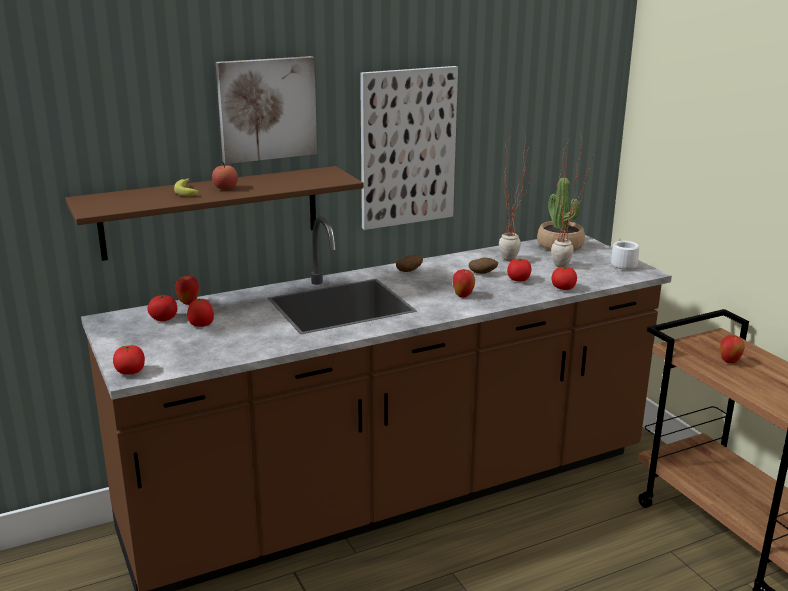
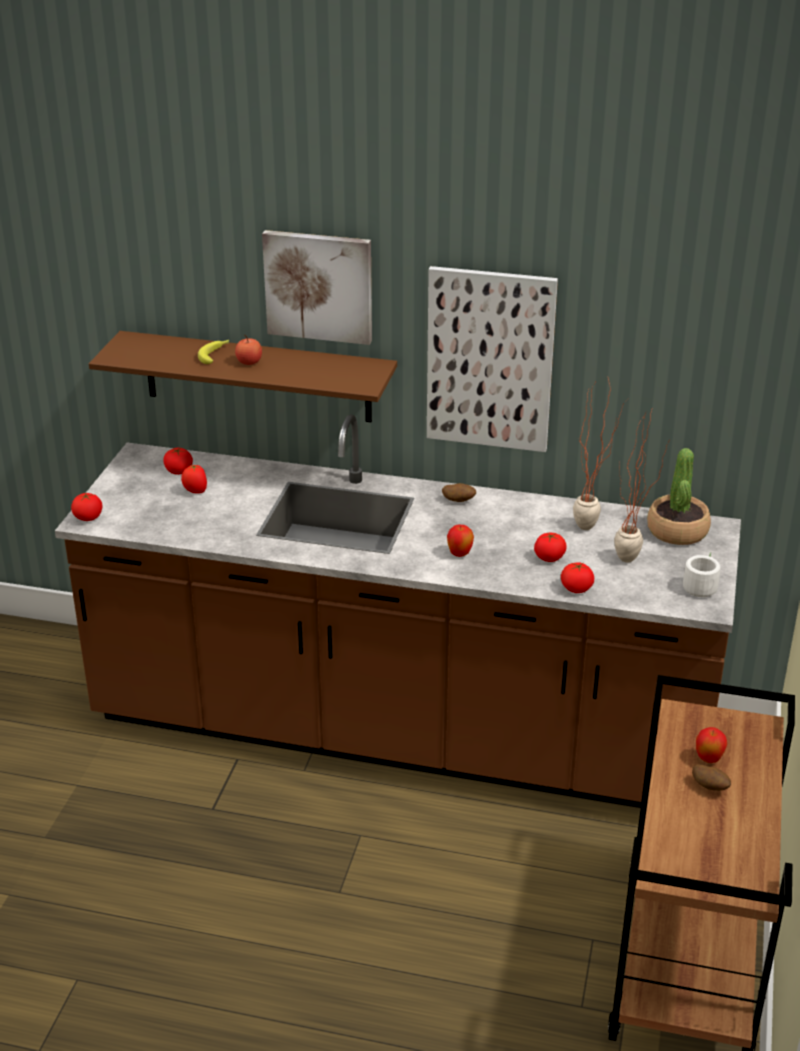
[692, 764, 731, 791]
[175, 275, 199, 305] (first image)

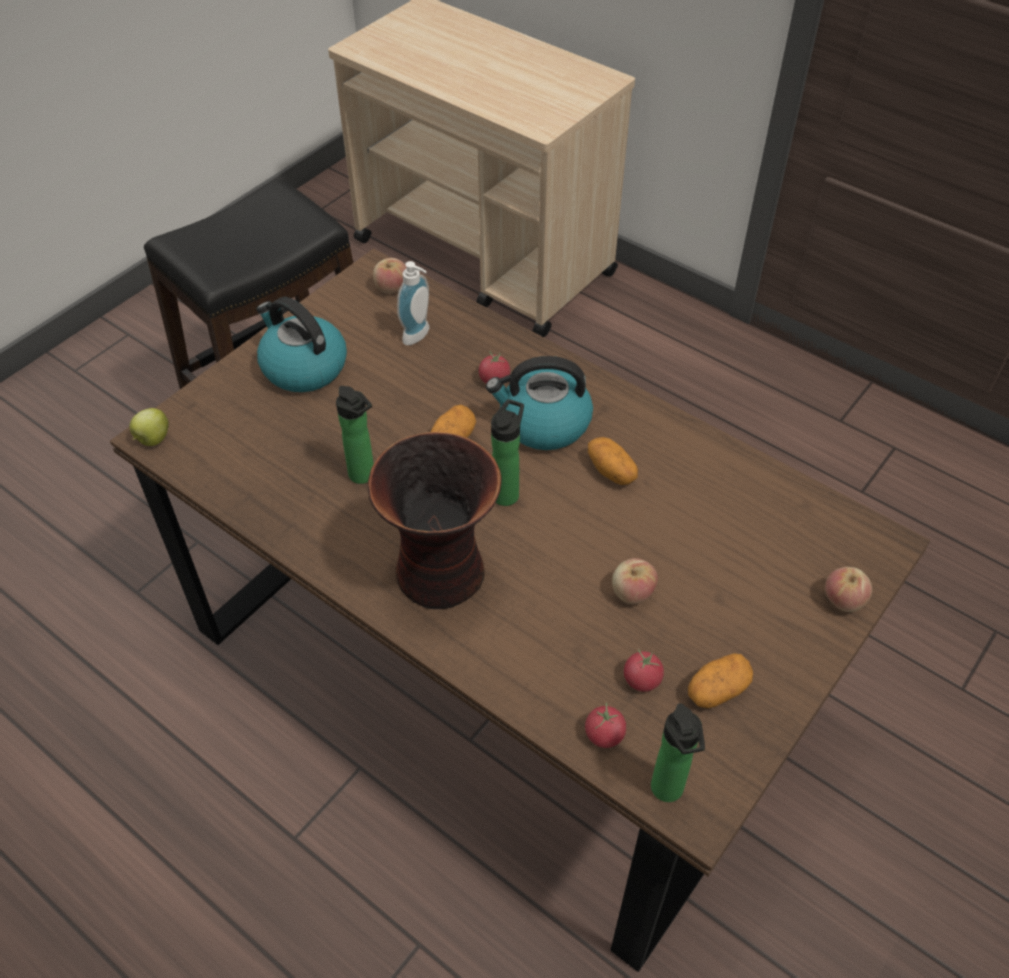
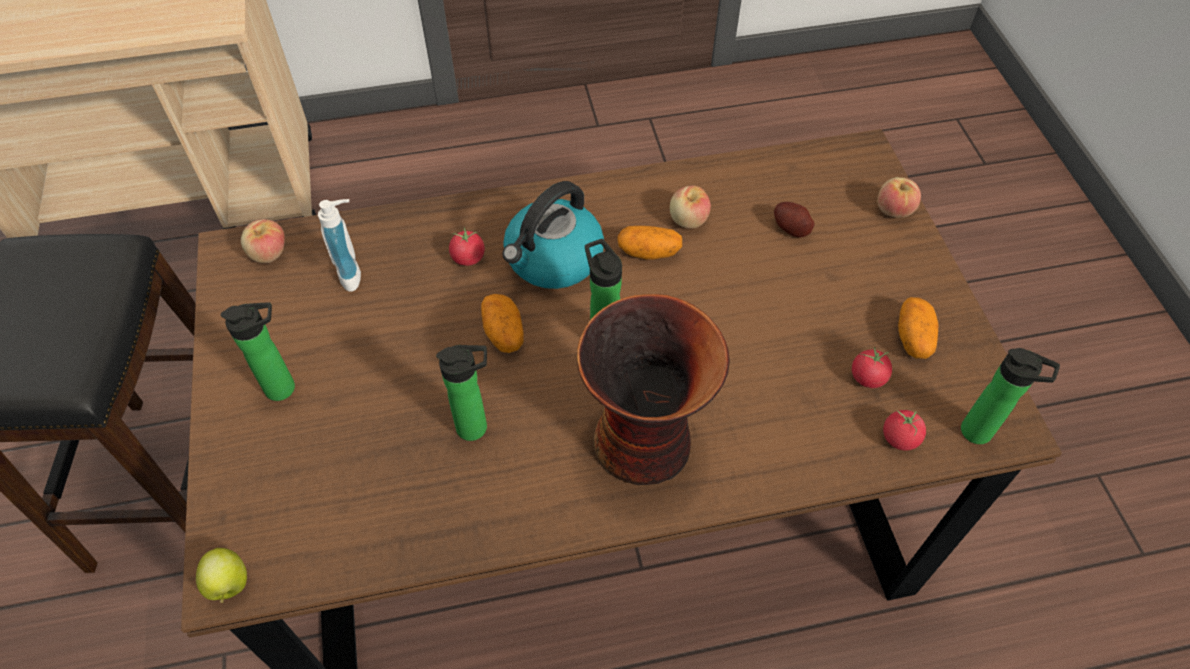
[220, 302, 295, 401]
[670, 186, 711, 229]
[774, 202, 815, 238]

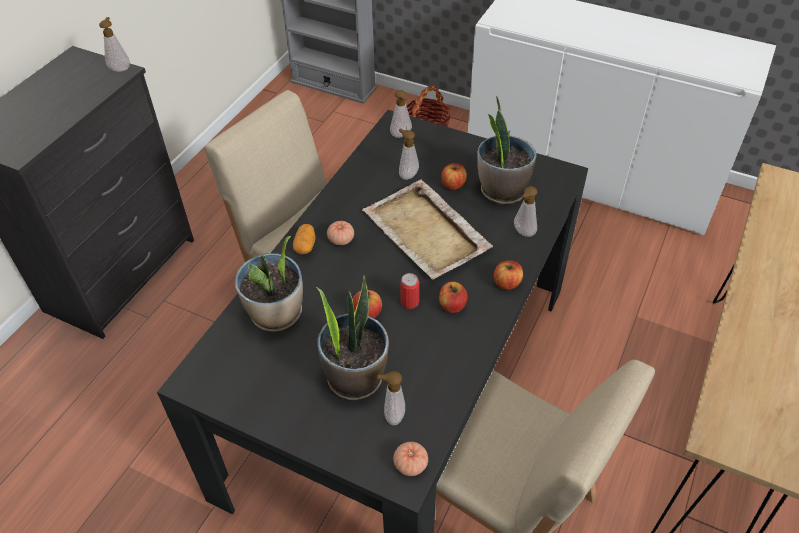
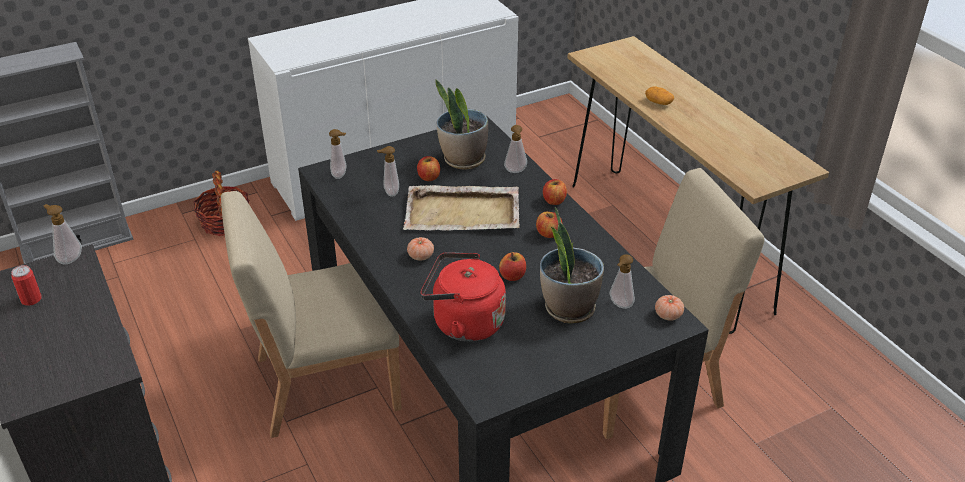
[11, 265, 42, 306]
[421, 252, 506, 342]
[645, 86, 674, 105]

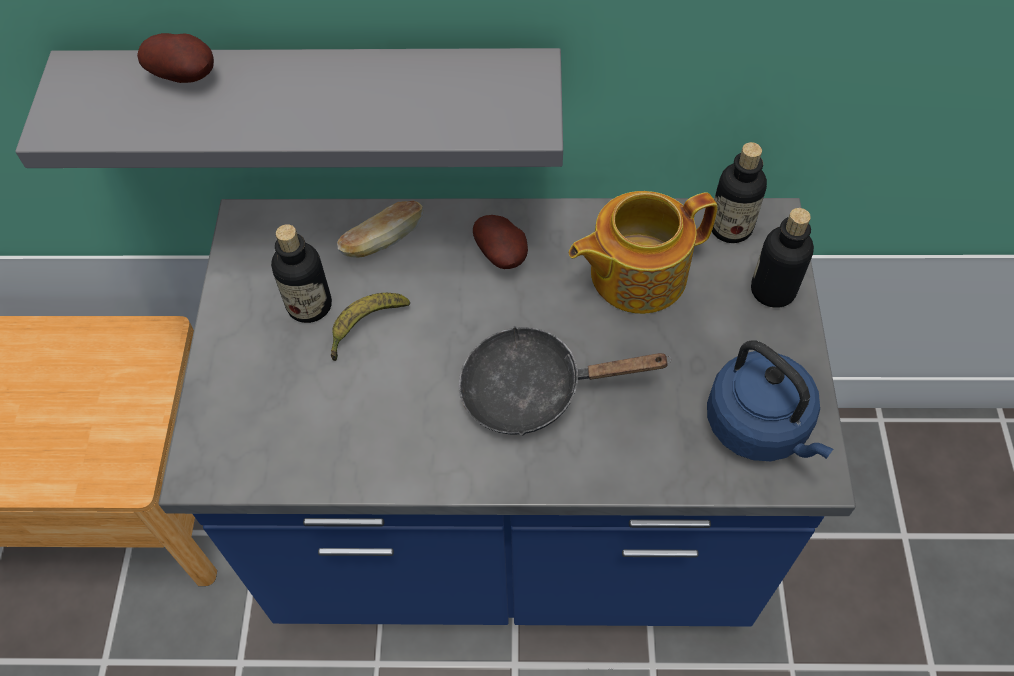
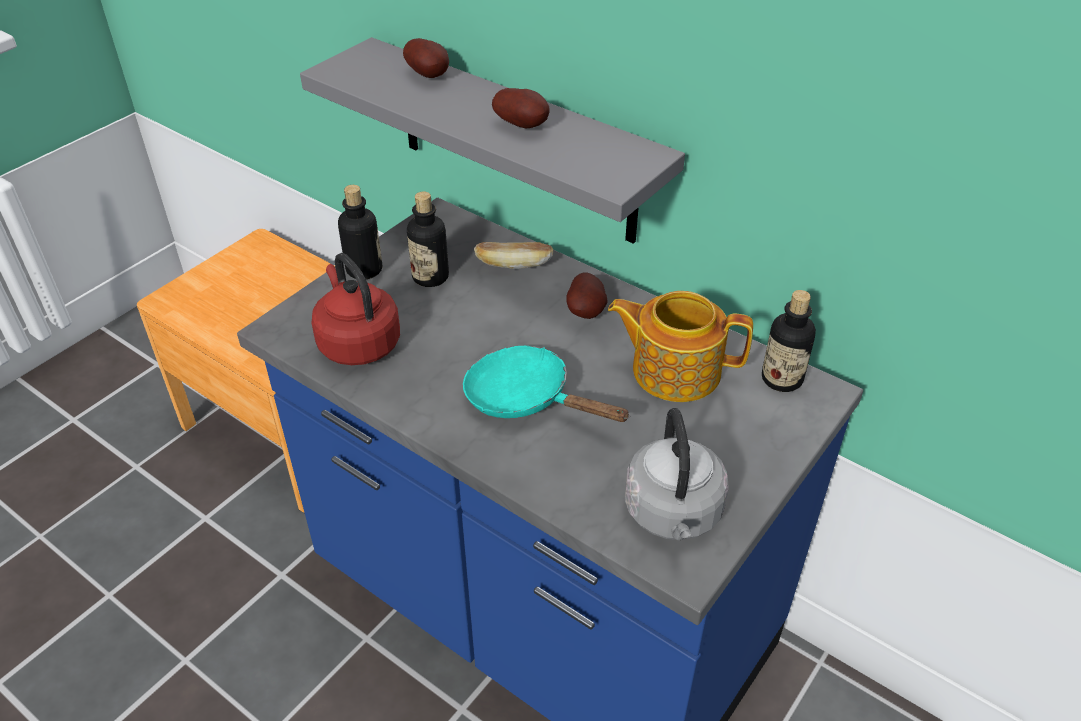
[312, 253, 400, 365]
[338, 185, 382, 279]
[463, 346, 630, 422]
[492, 88, 550, 129]
[625, 408, 729, 540]
[331, 293, 410, 361] (first image)

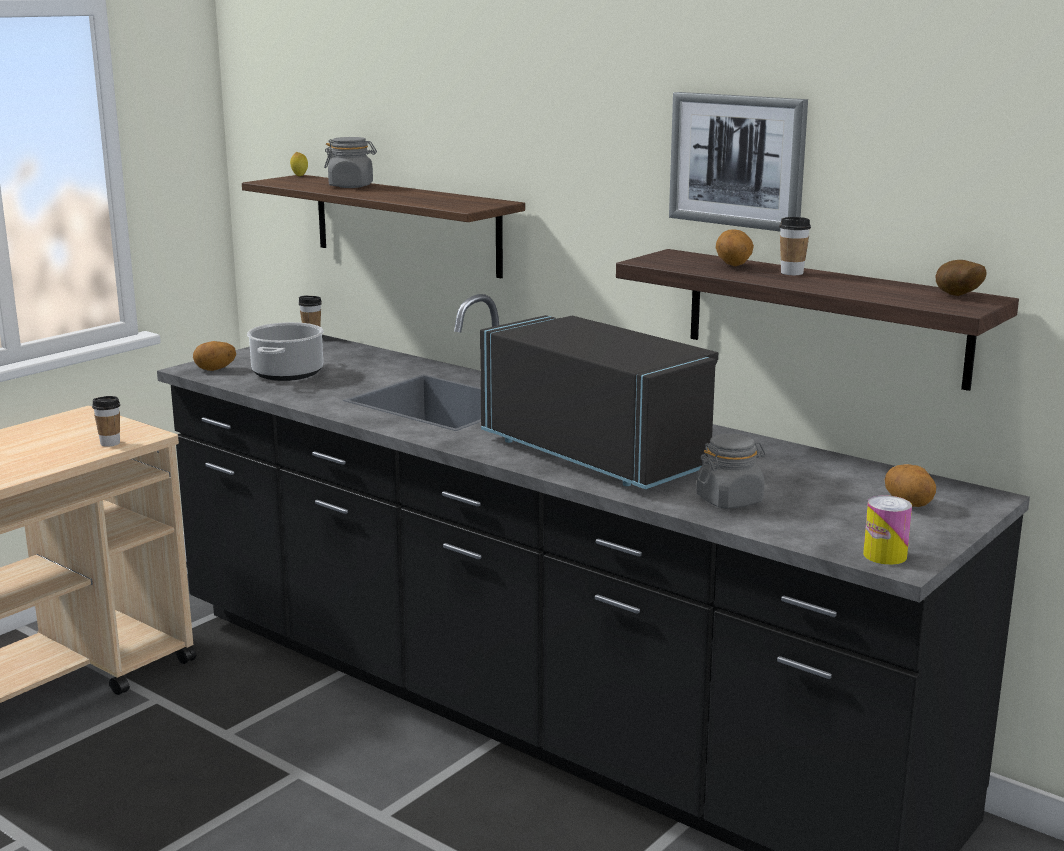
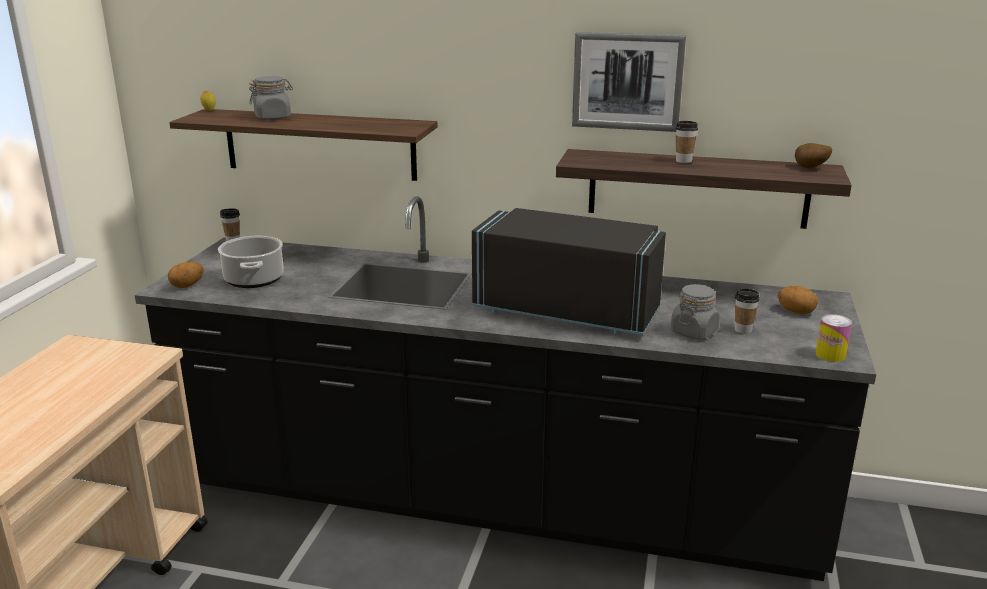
[735, 288, 760, 334]
[716, 229, 754, 267] (first image)

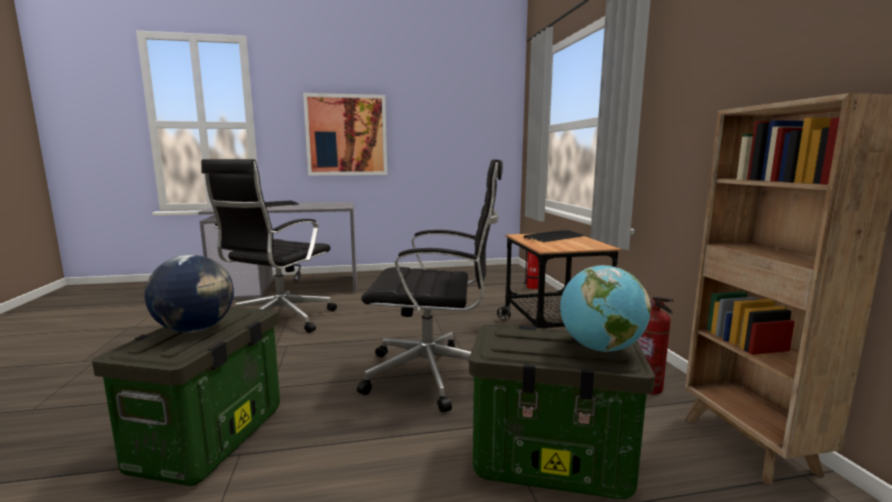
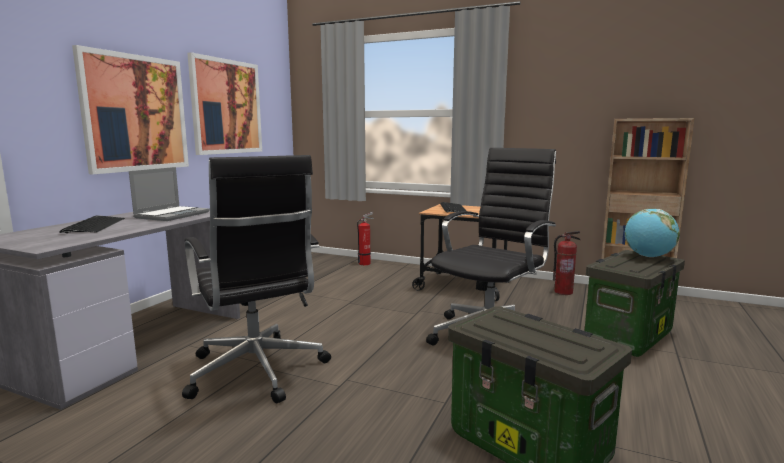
[129, 167, 210, 221]
[187, 52, 262, 155]
[145, 255, 234, 333] (first image)

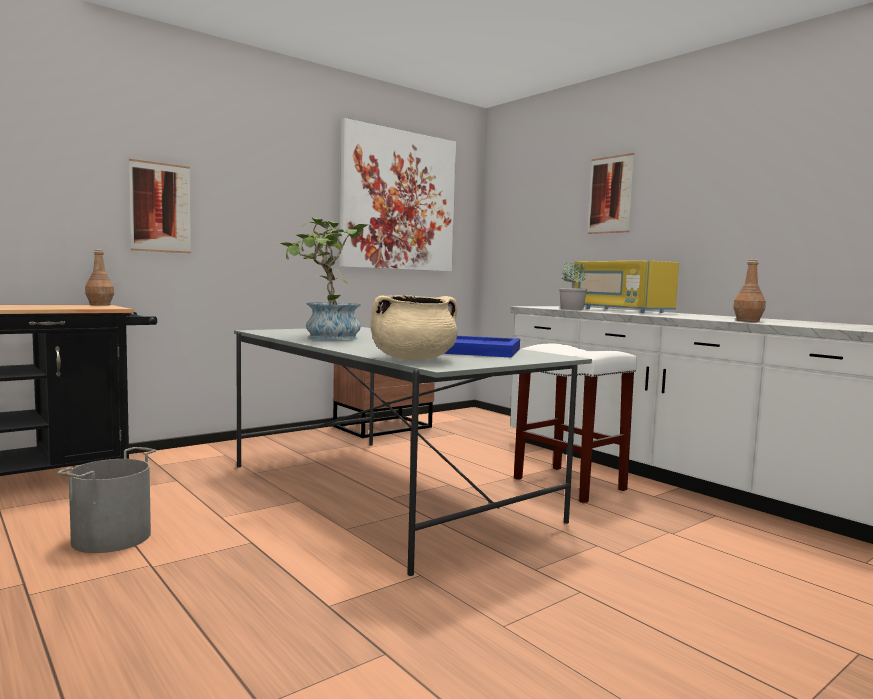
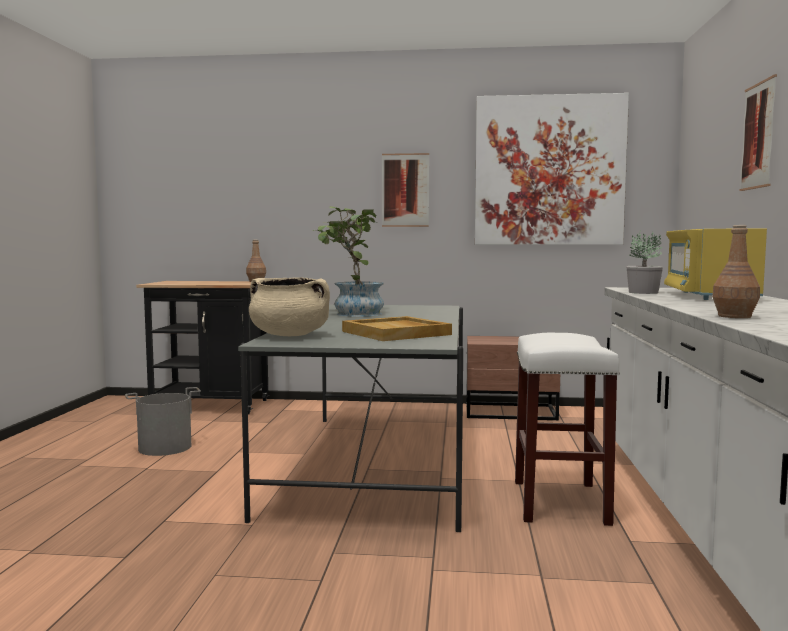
[342, 316, 452, 341]
[382, 153, 429, 227]

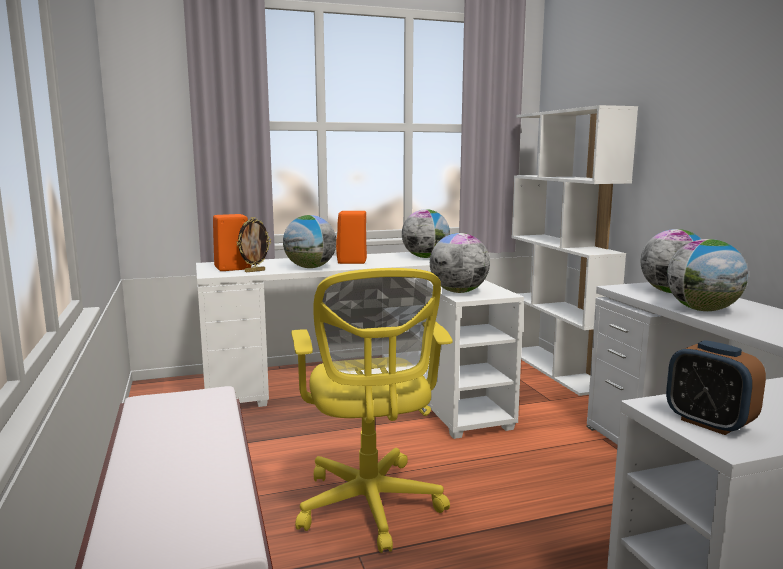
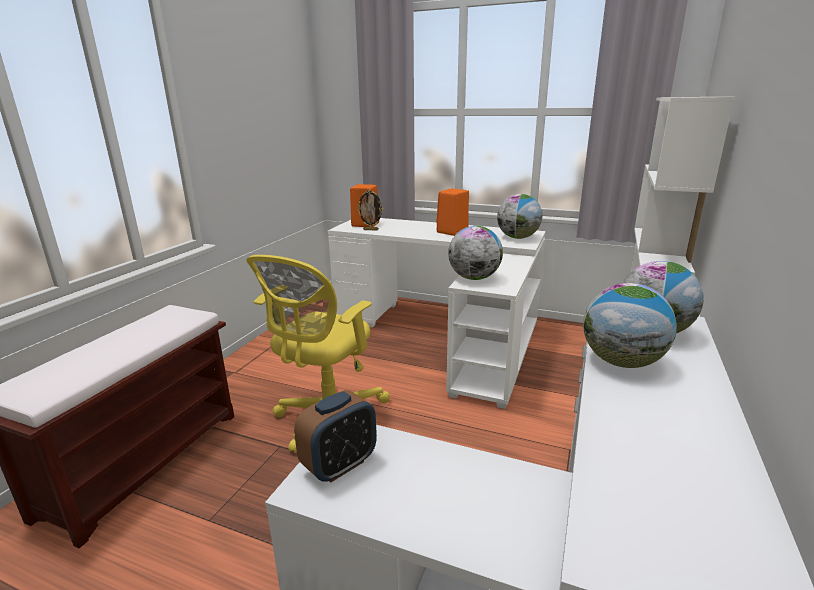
[294, 390, 377, 482]
[283, 215, 337, 268] (first image)

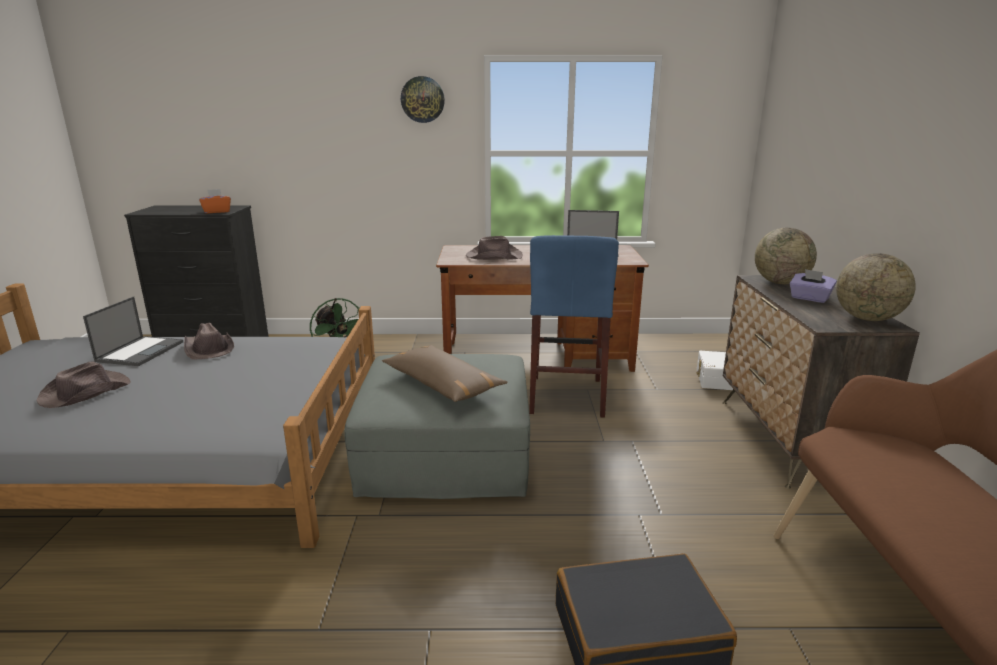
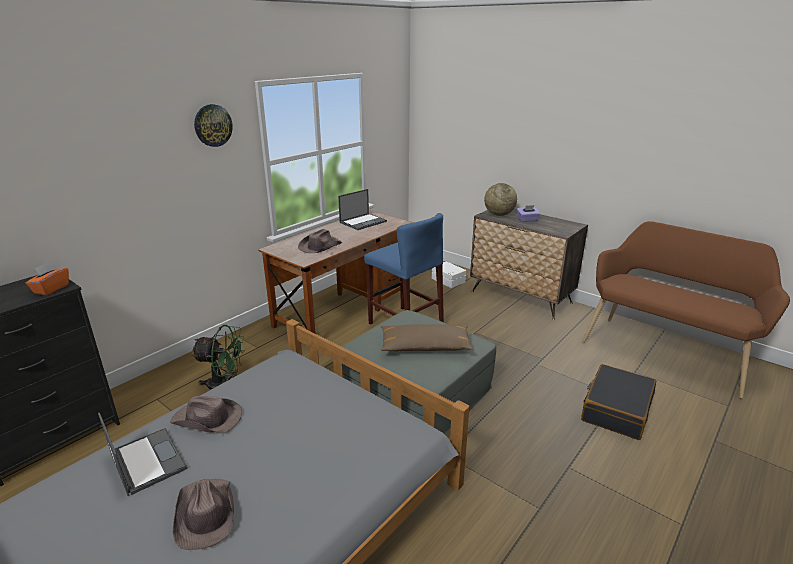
[836, 253, 916, 321] (first image)

